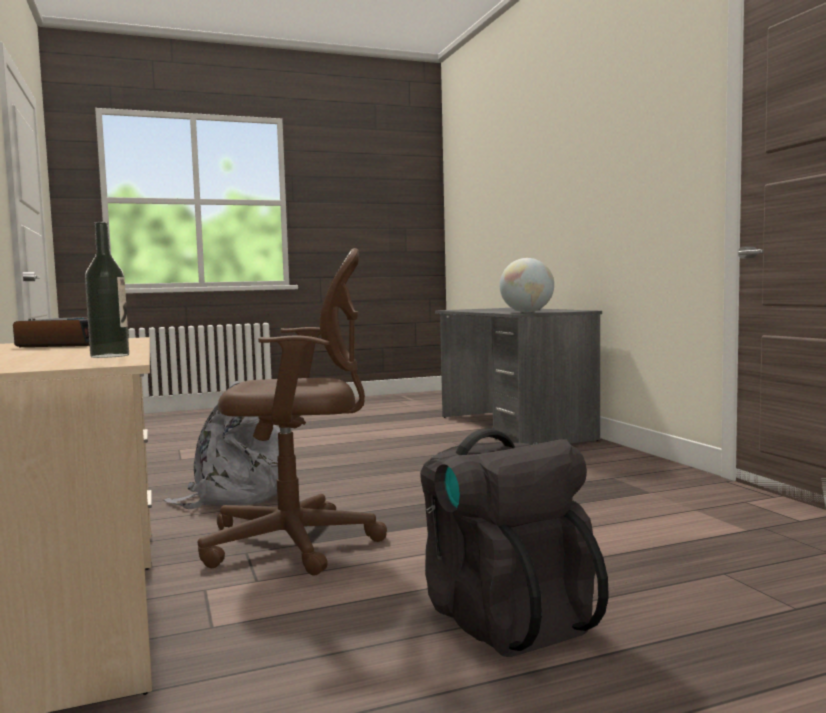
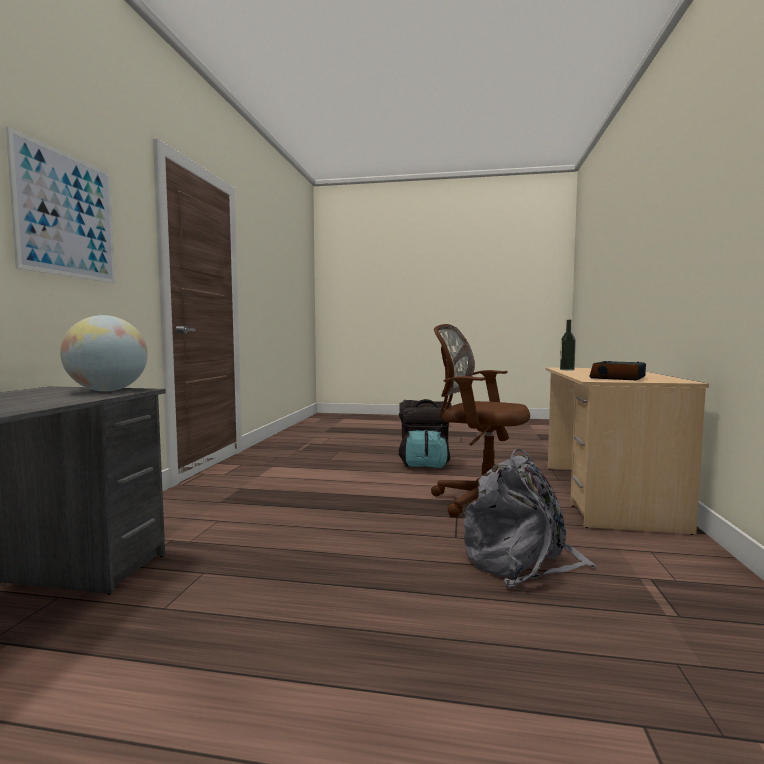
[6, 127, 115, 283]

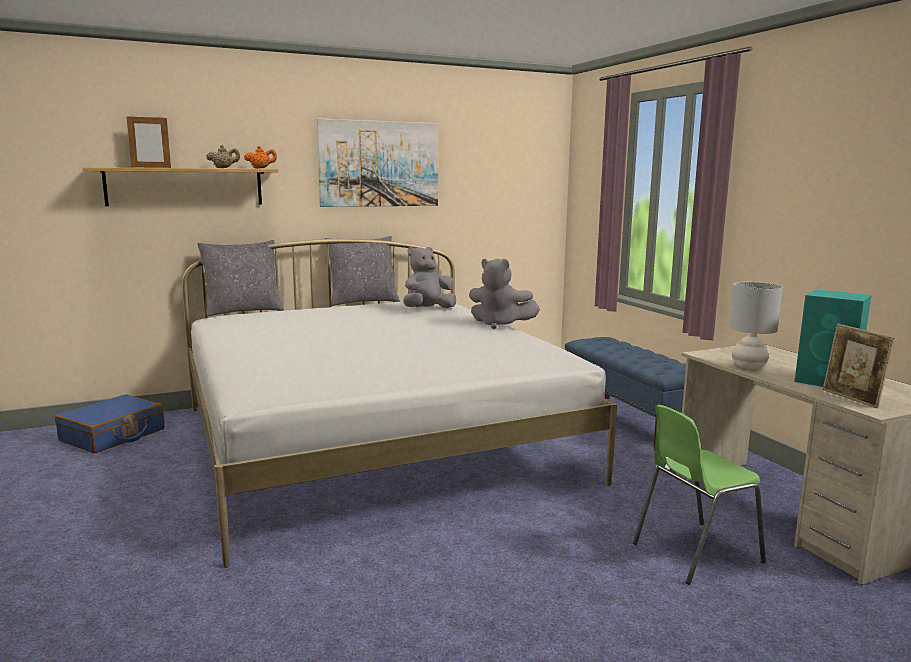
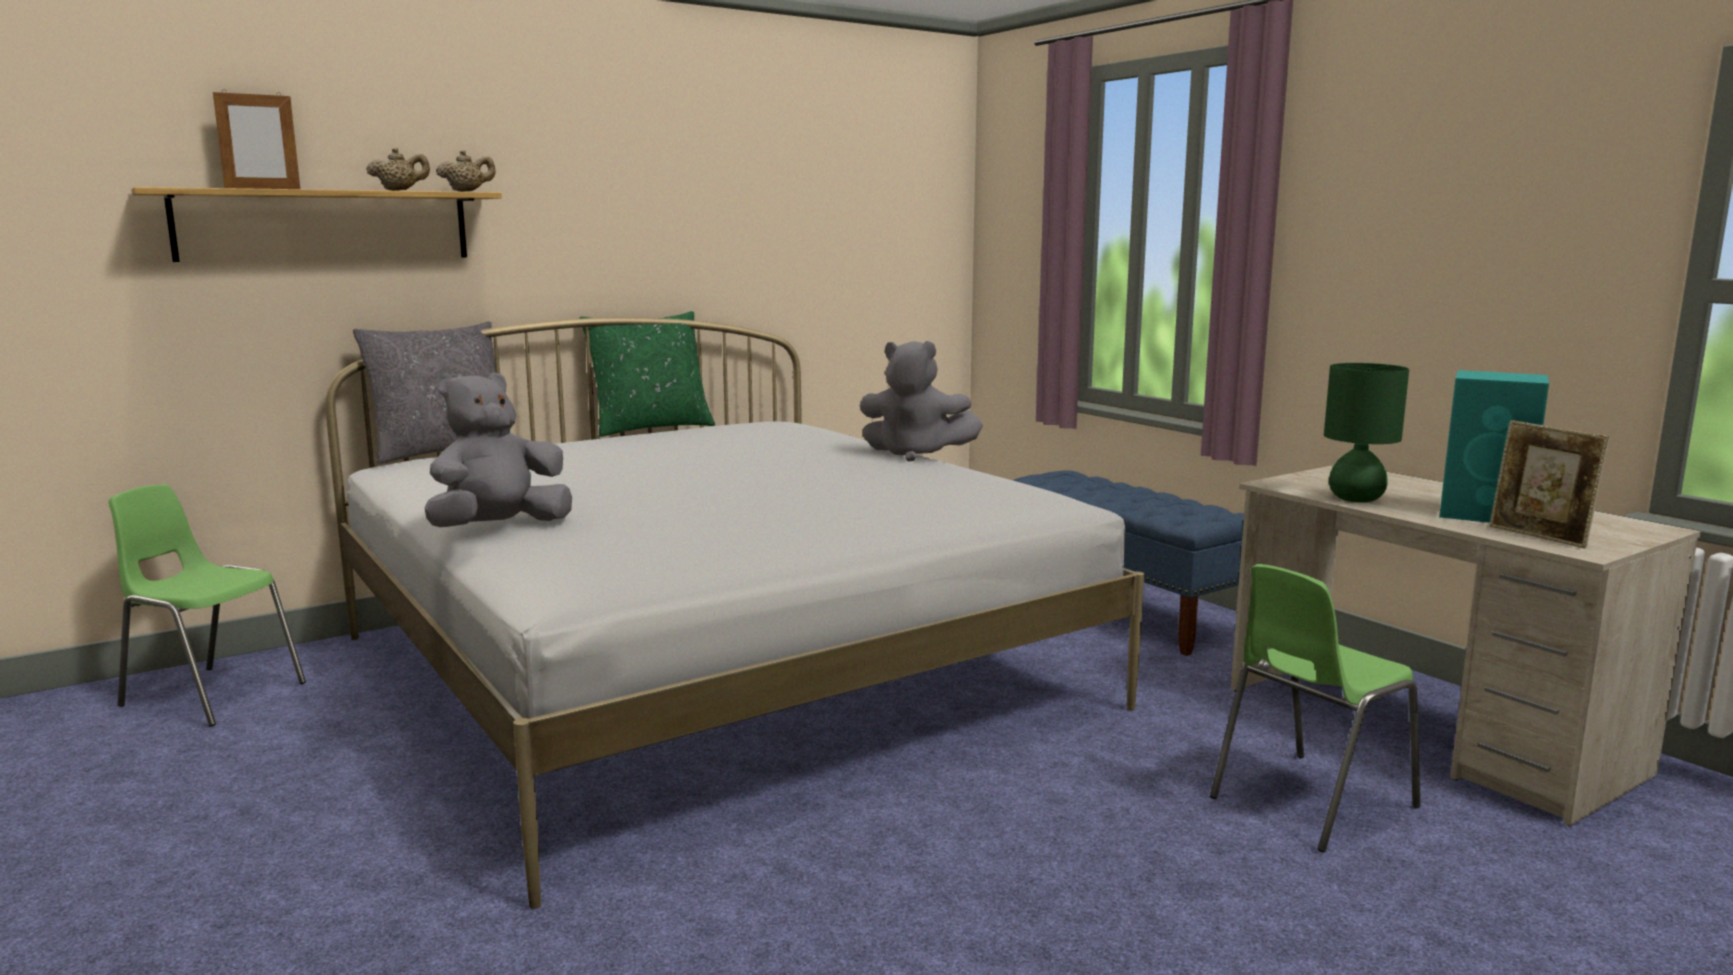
[108, 484, 306, 727]
[425, 372, 572, 527]
[436, 150, 496, 192]
[579, 311, 715, 437]
[1324, 363, 1409, 503]
[316, 118, 438, 207] (first image)

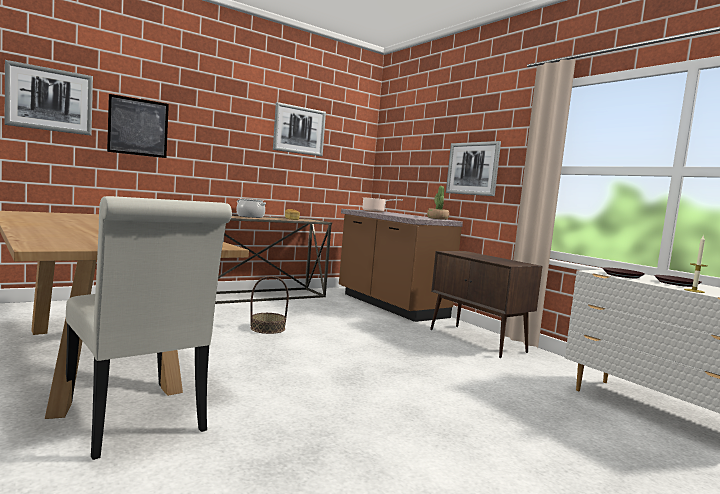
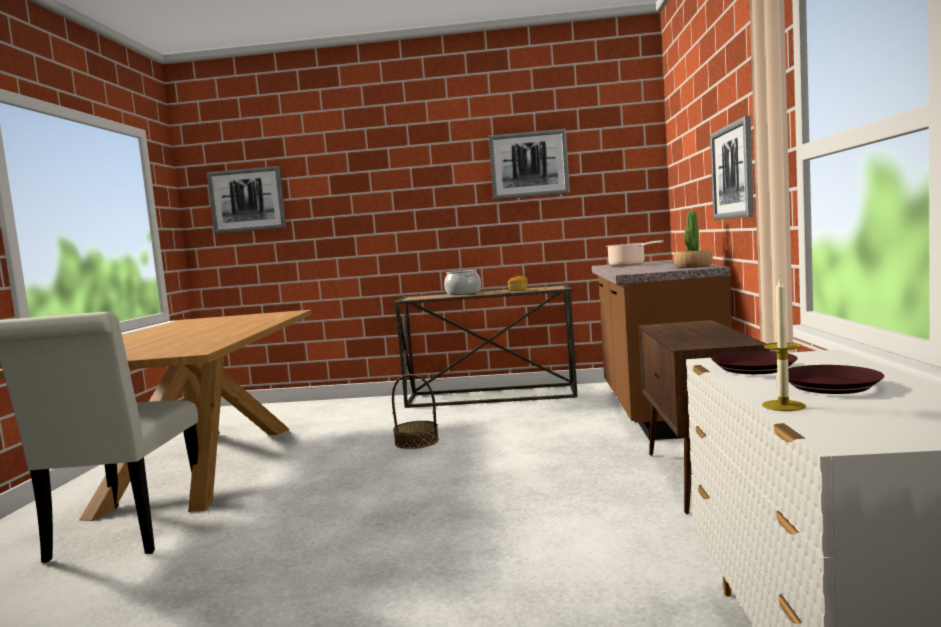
[107, 94, 169, 158] (first image)

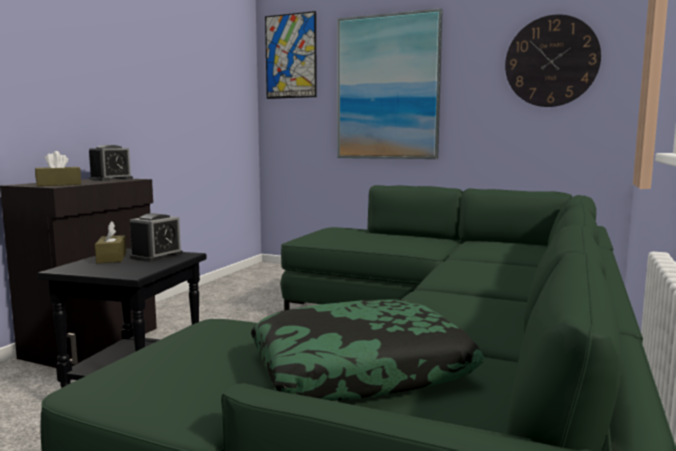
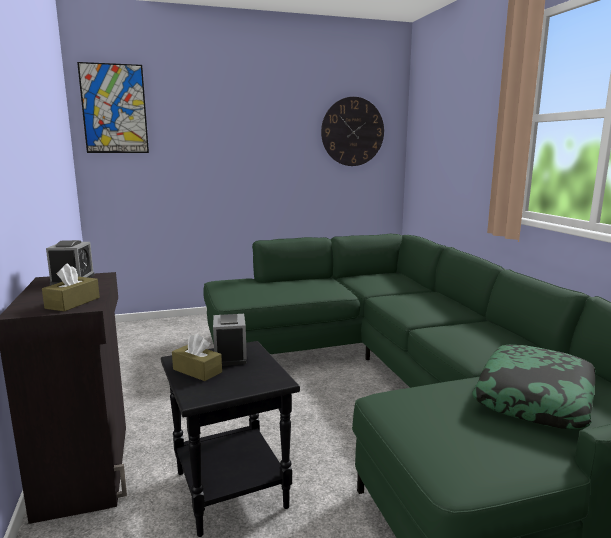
[337, 8, 443, 159] (first image)

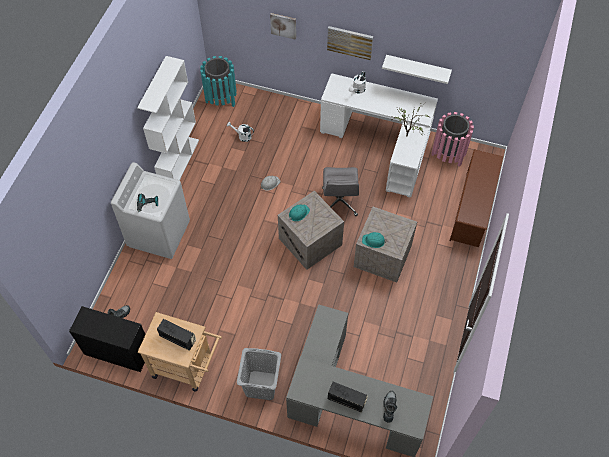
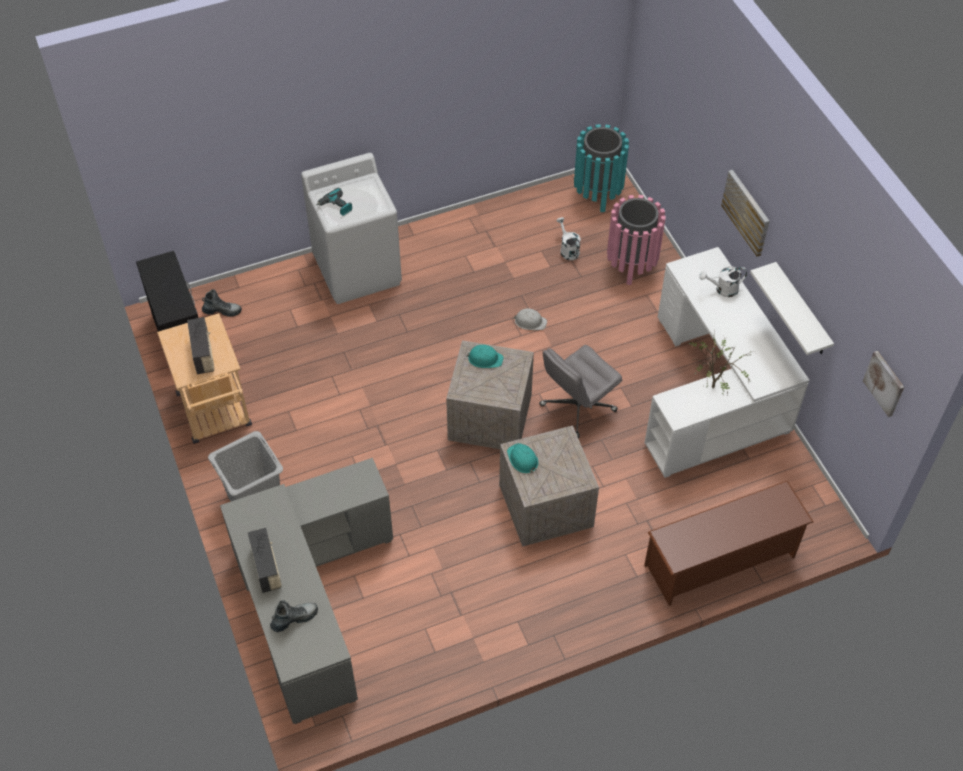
[607, 195, 666, 285]
[863, 351, 904, 417]
[137, 56, 199, 181] (first image)

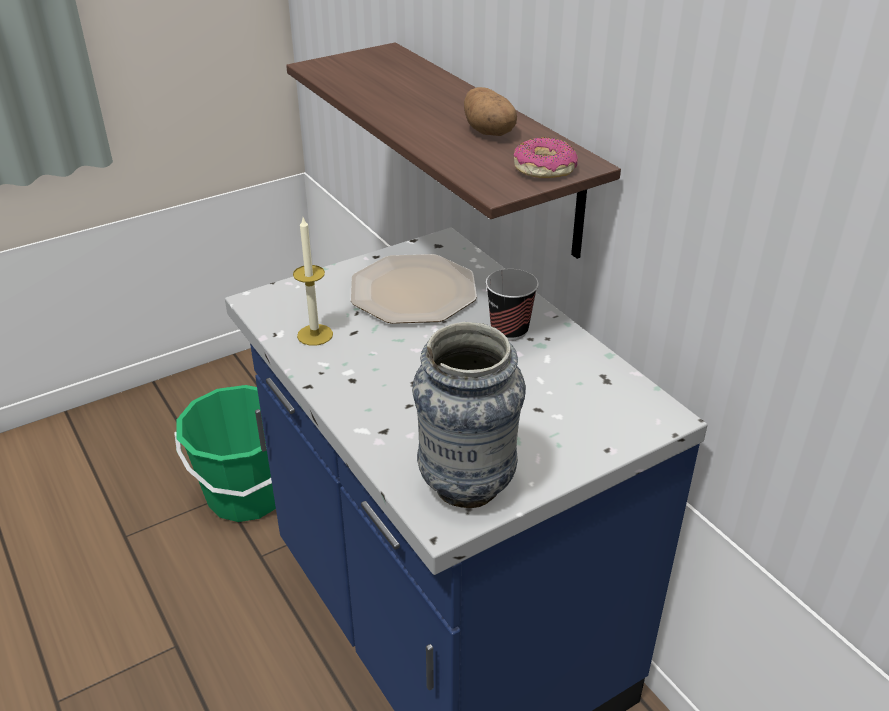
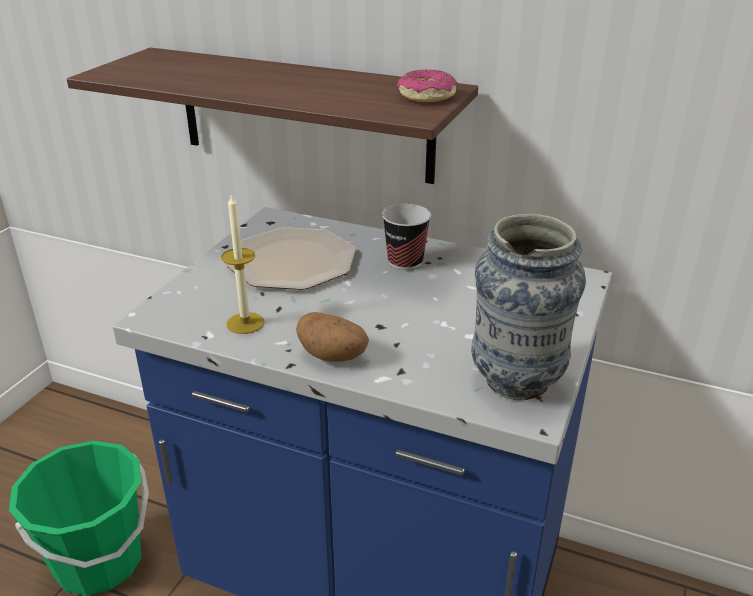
[296, 312, 369, 362]

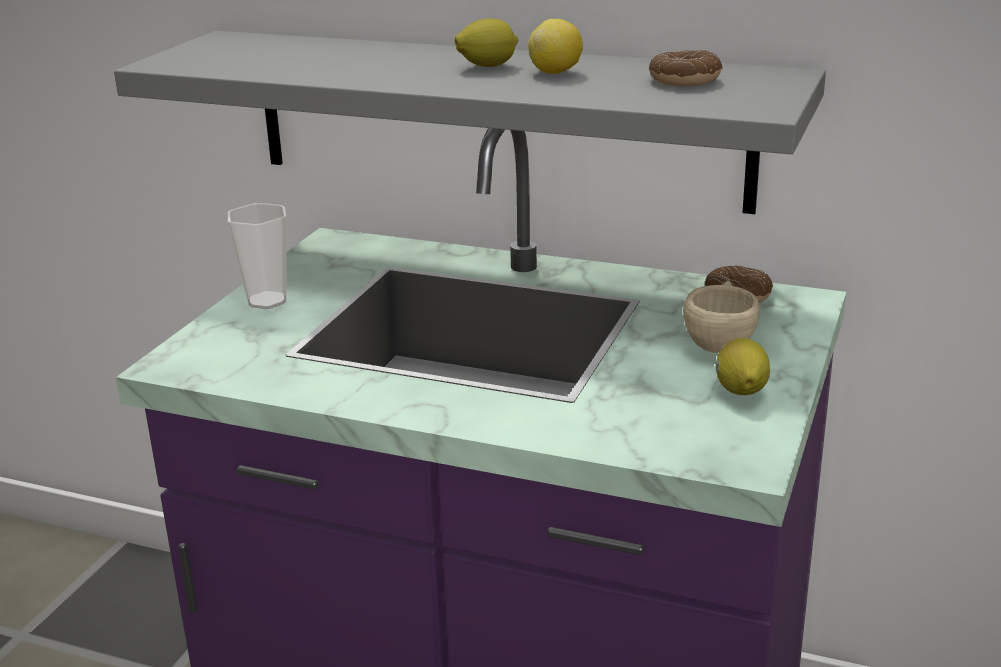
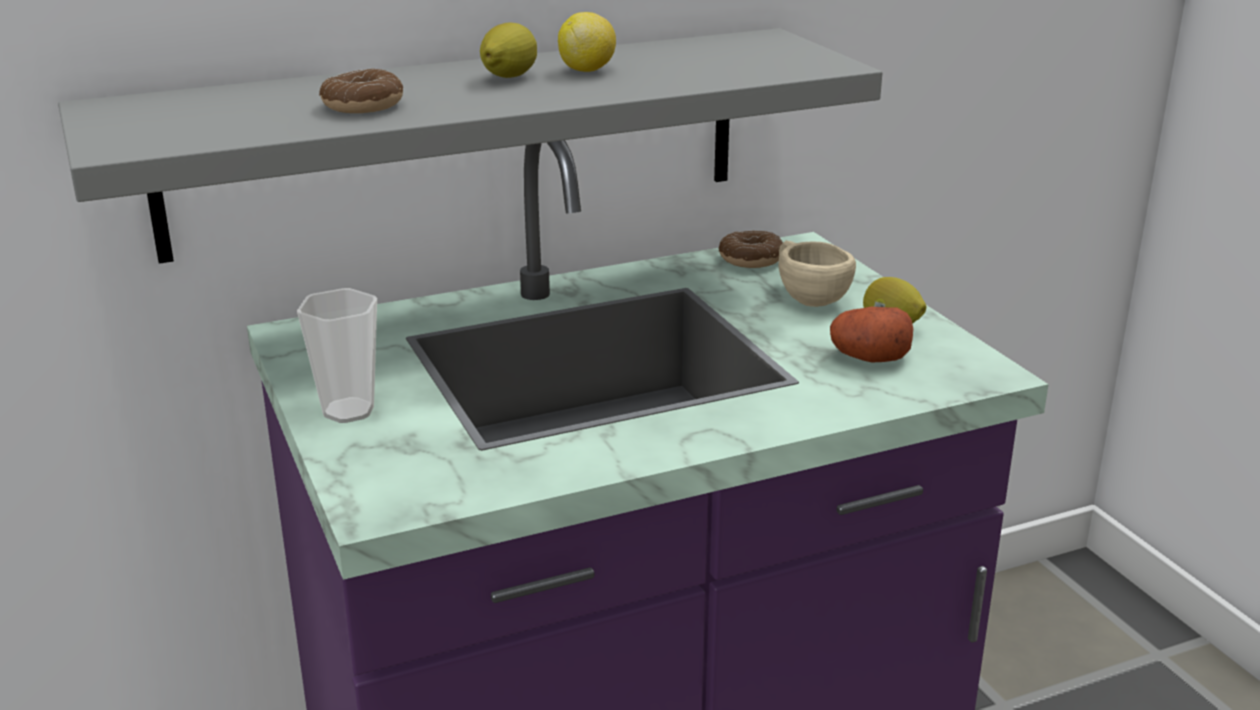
[319, 69, 403, 113]
[830, 307, 913, 362]

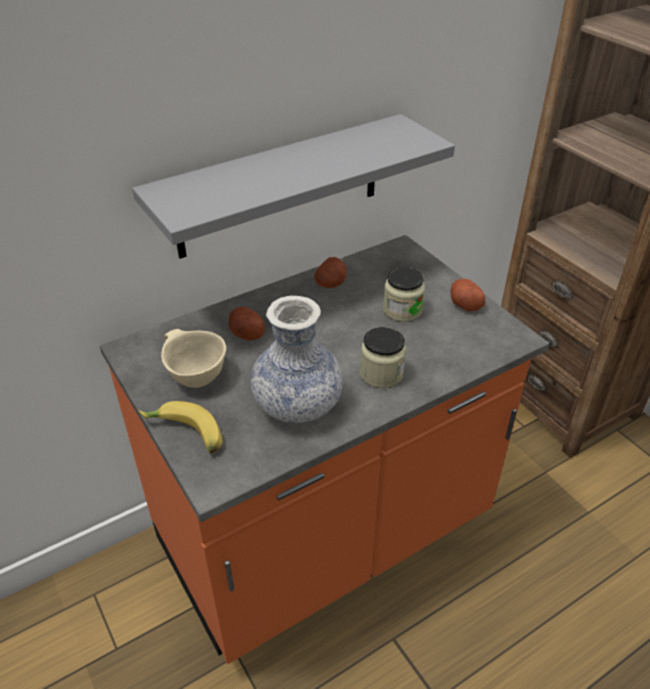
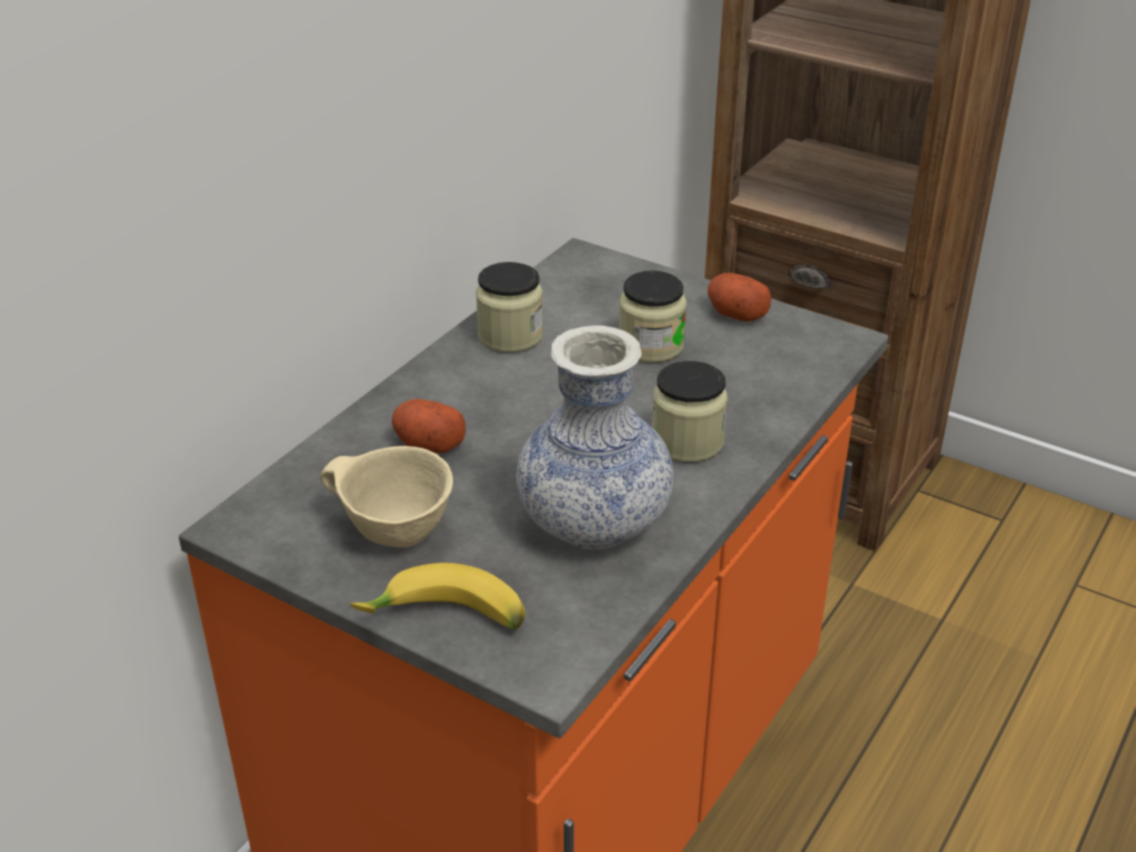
[476, 262, 543, 353]
[132, 114, 455, 259] (first image)

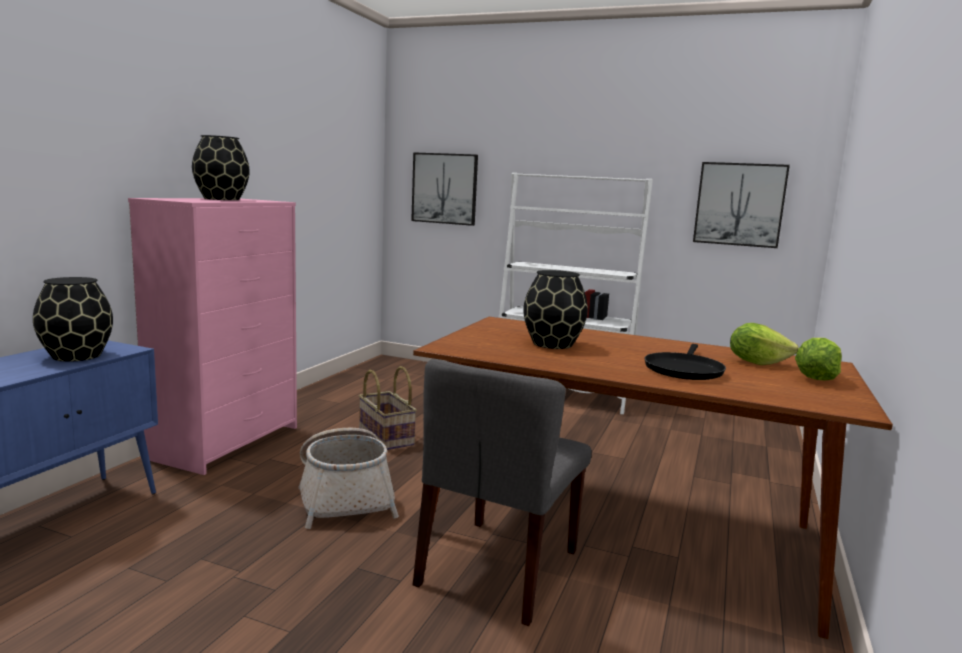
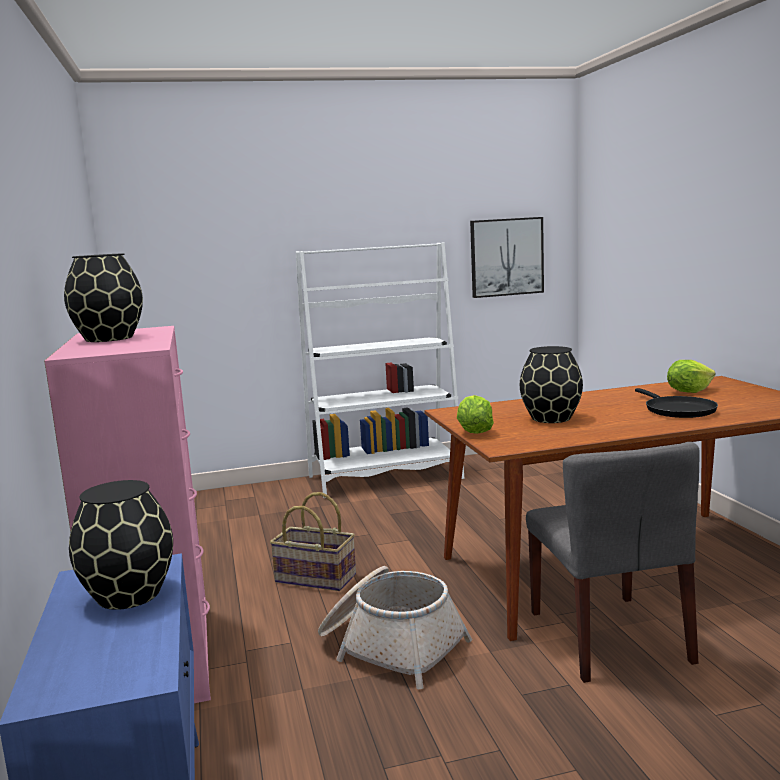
[457, 395, 494, 434]
[411, 152, 478, 226] (first image)

